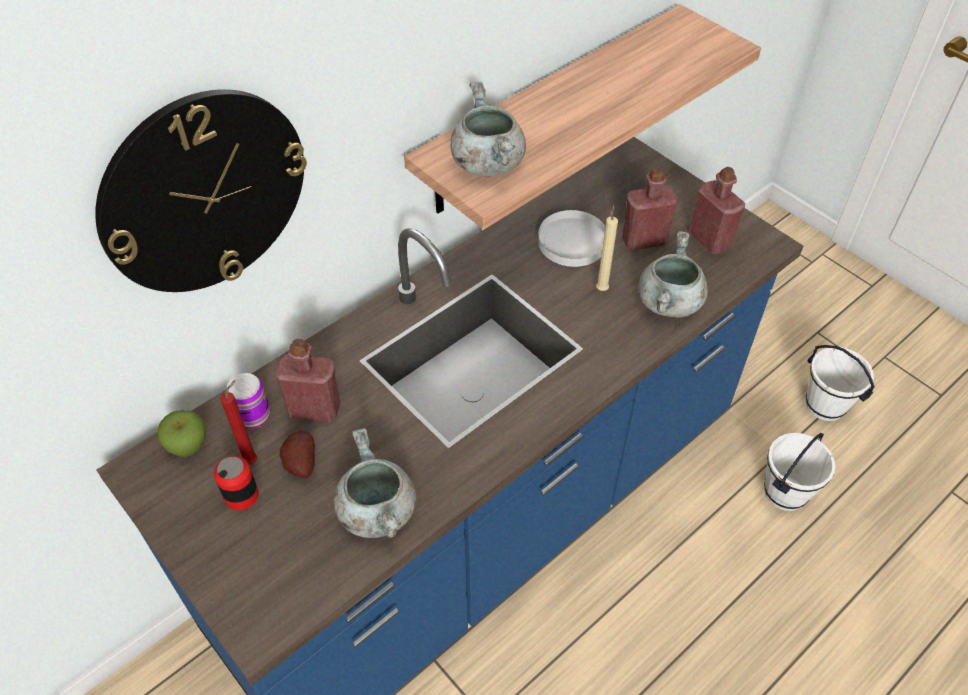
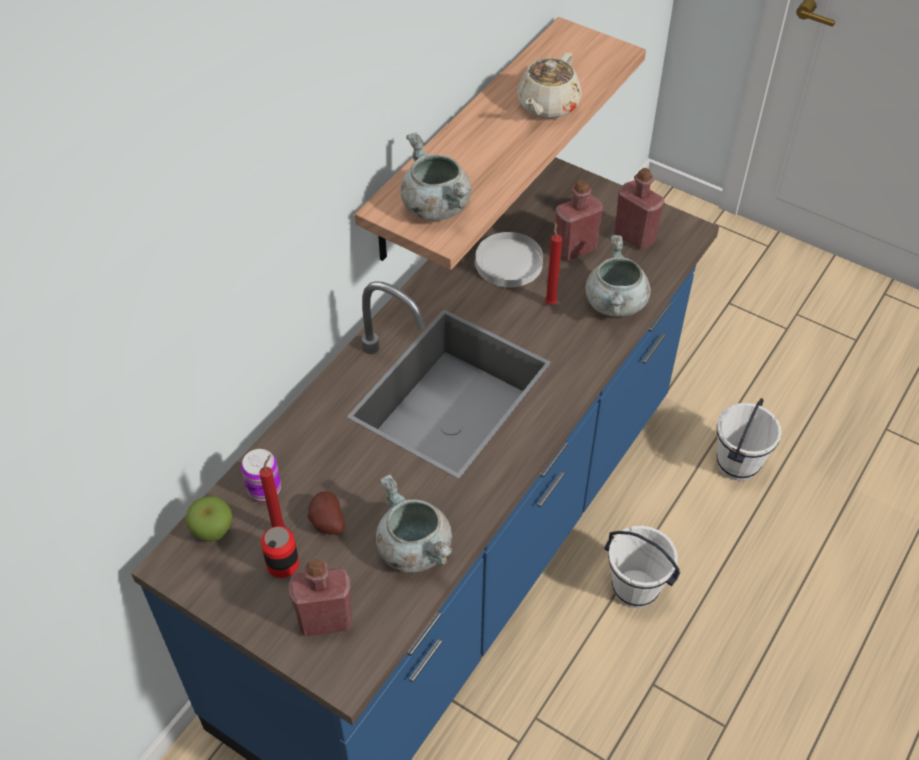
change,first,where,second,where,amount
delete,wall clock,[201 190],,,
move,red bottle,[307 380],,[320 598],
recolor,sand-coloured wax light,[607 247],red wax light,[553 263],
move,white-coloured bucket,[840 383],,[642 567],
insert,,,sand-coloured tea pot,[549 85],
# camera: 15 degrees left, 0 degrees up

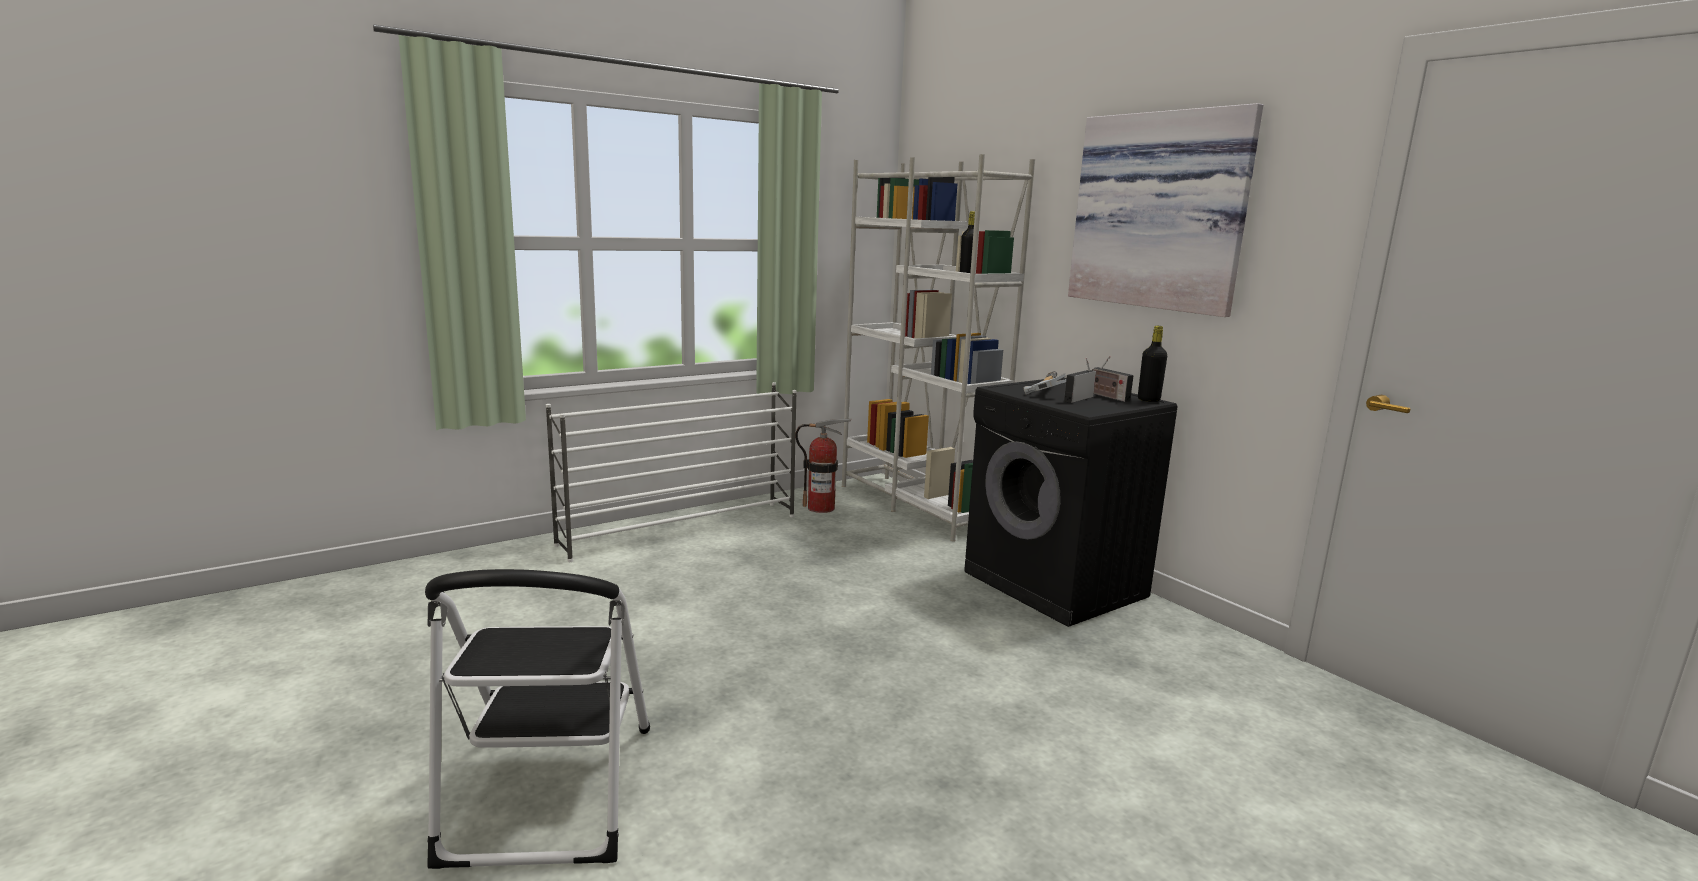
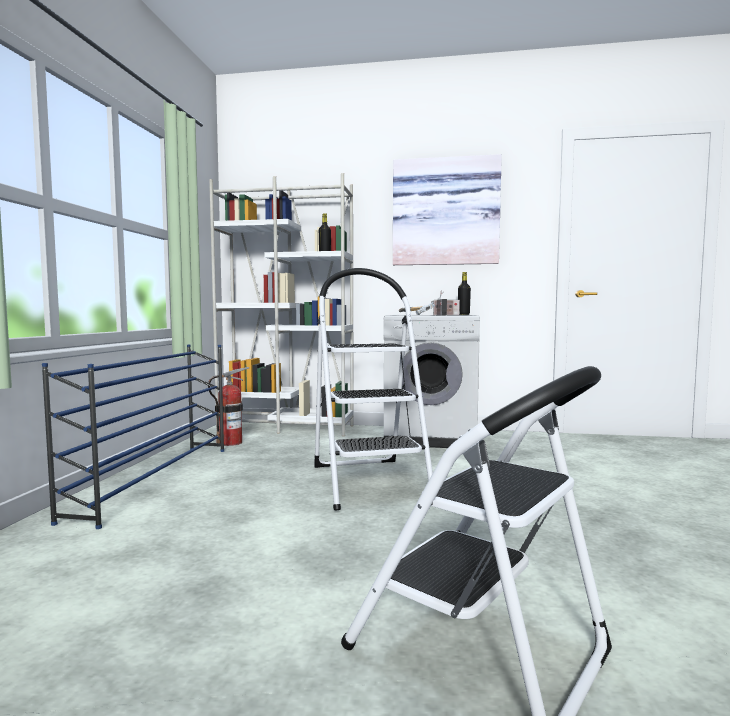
change,first,where,second,where,amount
recolor,white-coloured shoe shelf,[671 472],bluish shoe shelf,[133 436],
recolor,black-coloured laundry machine,[1070 502],white-coloured laundry machine,[432 381],
insert,,,step ladder,[373 389],
# camera: 45 degrees left, 10 degrees down

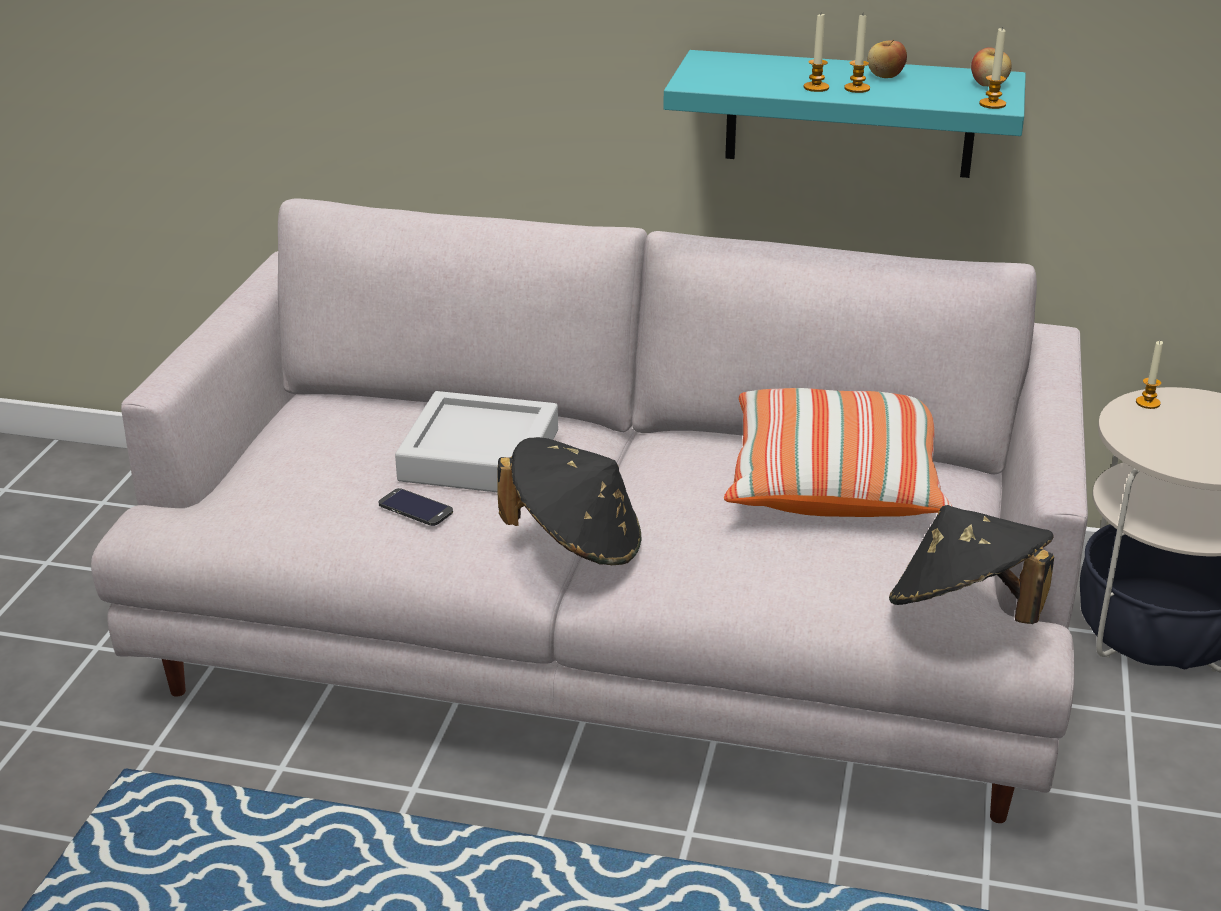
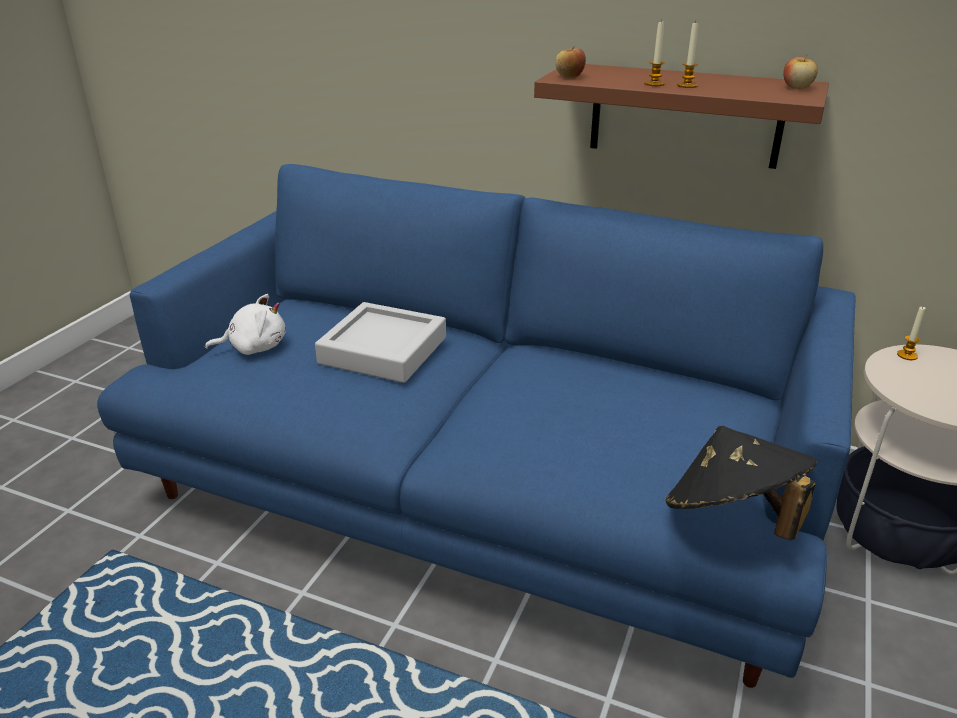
change,first,where,second,where,amount
recolor,white-coloured sofa,[589 510],bluish sofa,[476 426],
delete,telephone,[415 507],,,
delete,black-coloured wearable hat,[569 501],,,
recolor,blue-green bracket shelf,[844 114],brownish bracket shelf,[681 116],
delete,throw pillow,[838 452],,,
move,apple fruit,[887 59],,[570 62],
delete,wax light,[992 68],,,
insert,,,white-coloured plush toy,[245 324],
# camera: 10 degrees right, 0 degrees up

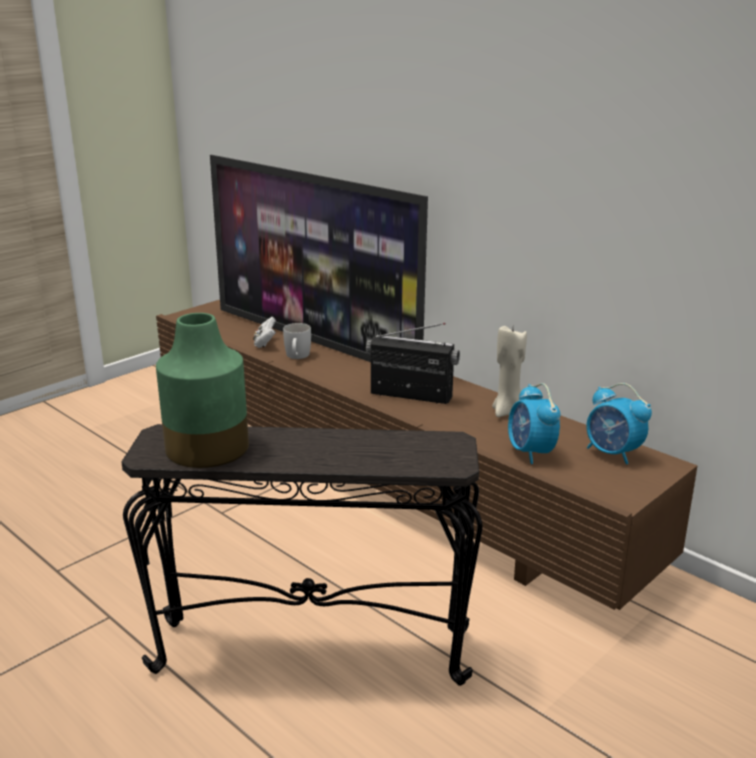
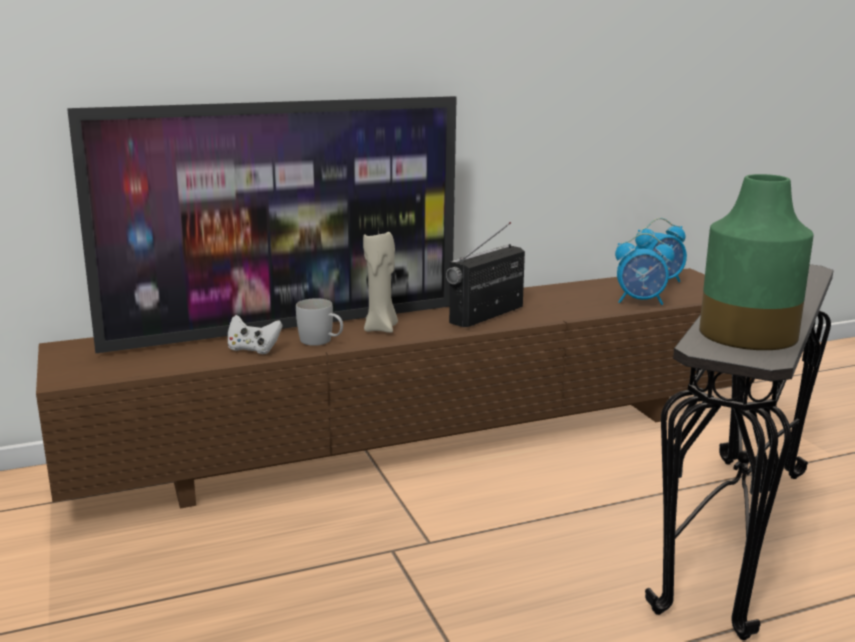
change,first,where,second,where,amount
move,sand-coloured wax light,[509 371],,[380 281],
# camera: 65 degrees left, 5 degrees down

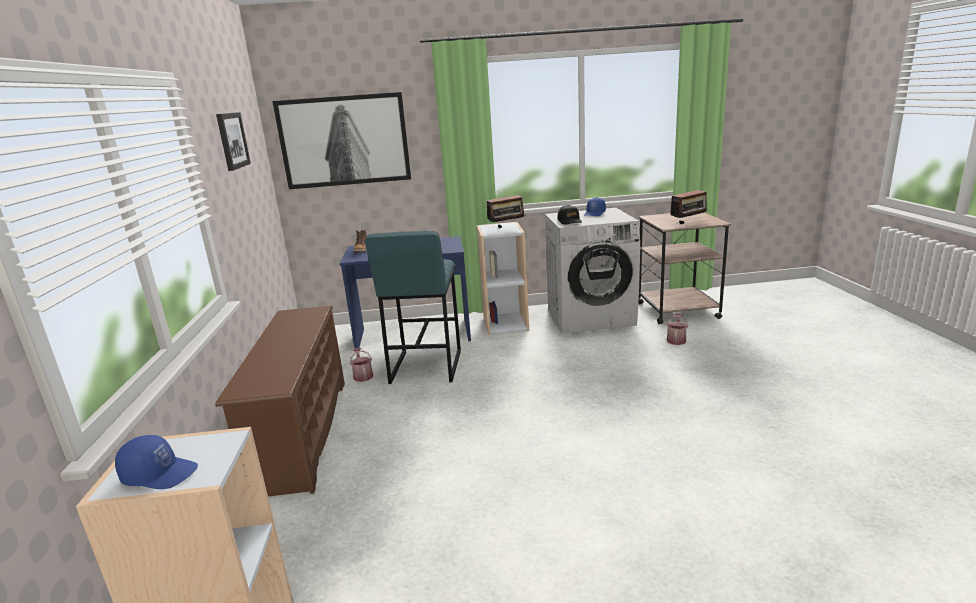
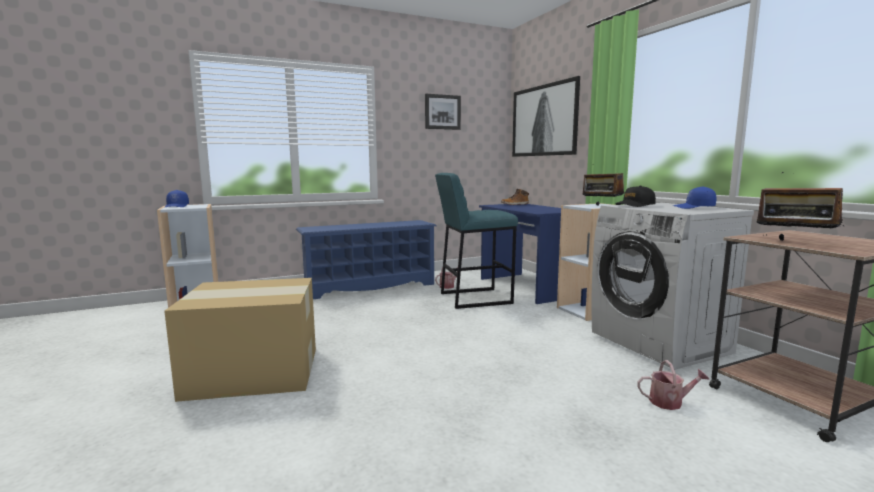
change,first,where,second,where,amount
recolor,brownish shoe shelf,[280 401],bluish shoe shelf,[366 259],
insert,,,packing box,[240 340],
# camera: 70 degrees right, 10 degrees down

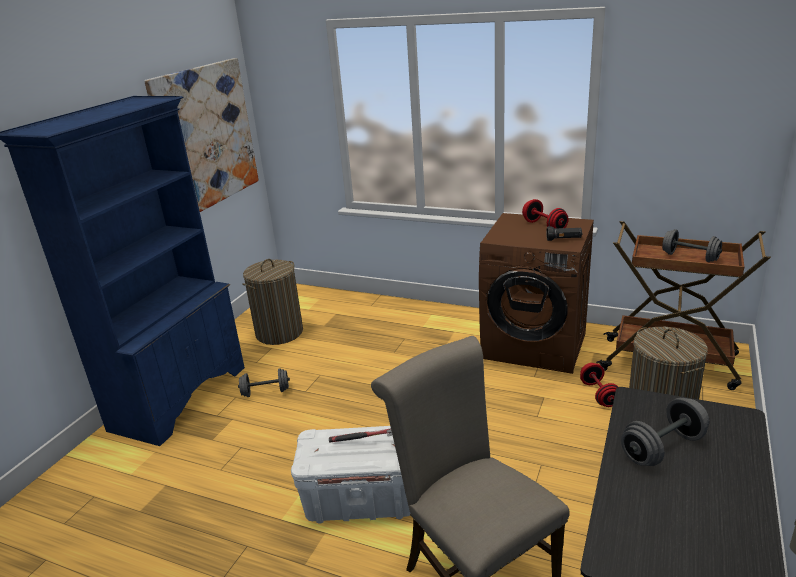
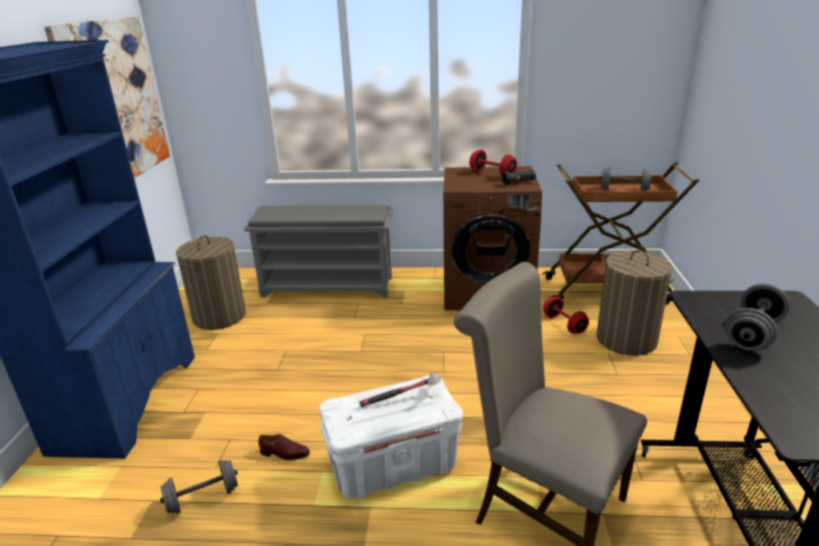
change,first,where,second,where,amount
move,greyish dumbbell,[264 382],,[199 486],
insert,,,greyish shoe shelf,[318 251],
insert,,,brownish item of footwear,[284 447],
# camera: 20 degrees left, 0 degrees up

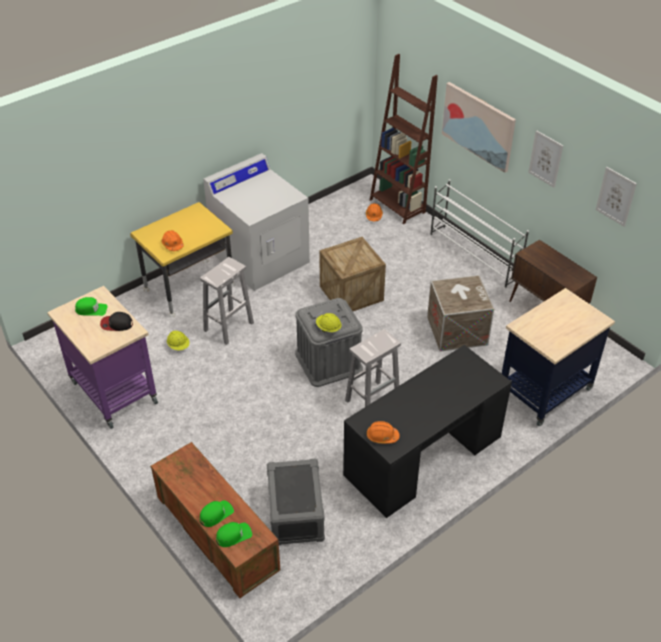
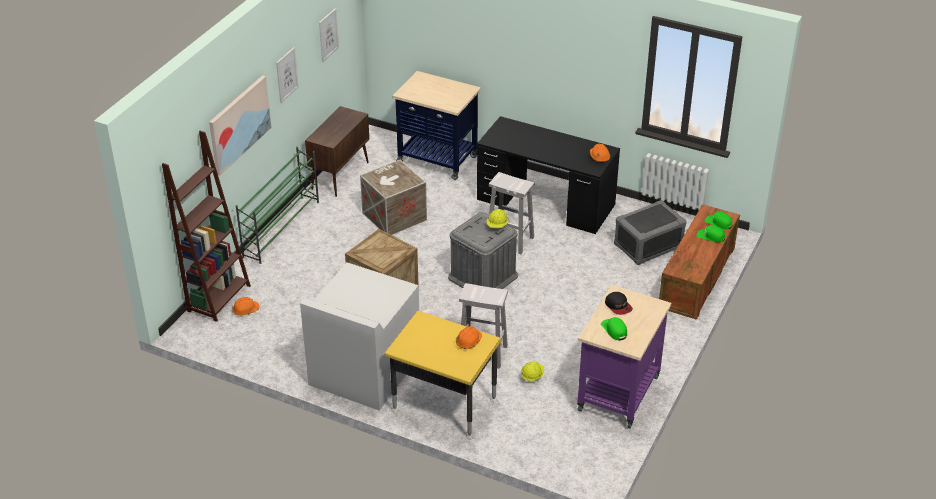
change,first,where,second,where,amount
recolor,white-coloured shoe shelf,[479 234],greenish shoe shelf,[277 205],
# camera: 115 degrees left, 5 degrees down

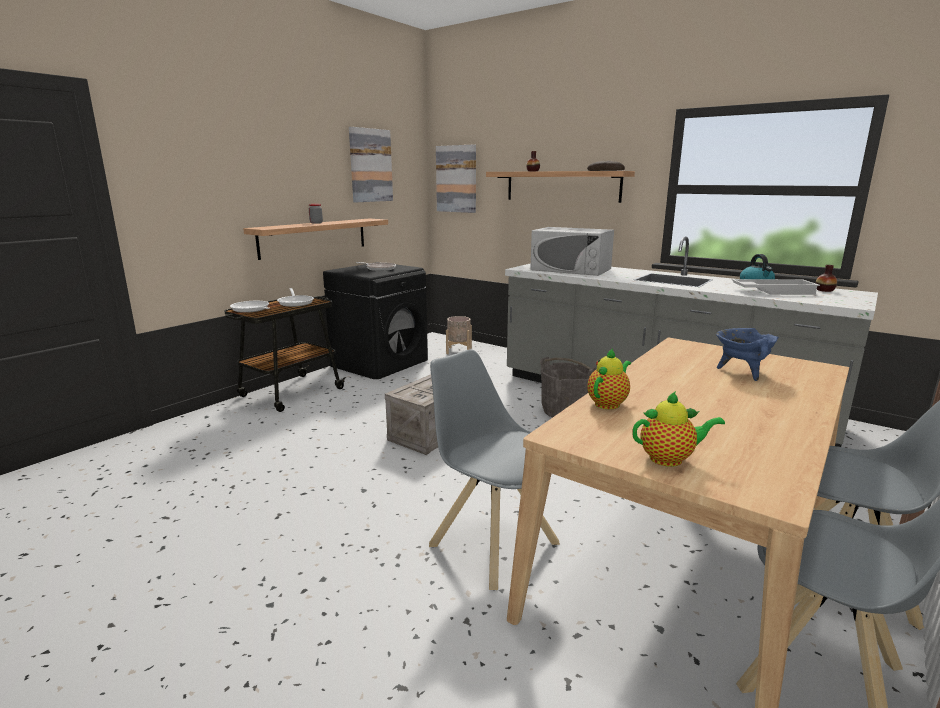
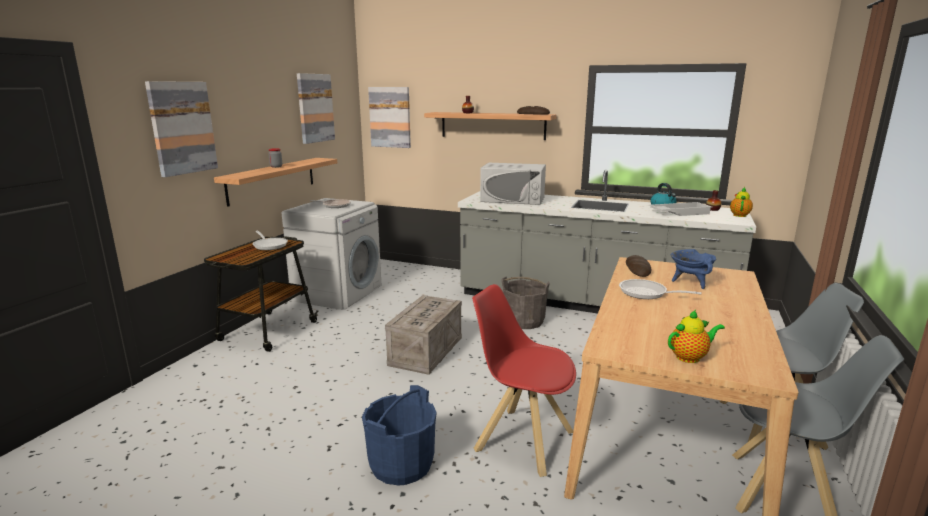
change,first,where,second,where,amount
move,frying pan,[250 307],,[660 289],
recolor,black-coloured laundry machine,[375 320],white-coloured laundry machine,[331 254],
recolor,greyish chair,[494 470],red chair,[524 380],
delete,sand-coloured plant pot,[459 335],,,
move,tea pot,[609 378],,[741 202],
insert,,,wall art,[181 129],
insert,,,bluish bucket,[399 435],
insert,,,bread,[638 266],
# camera: 15 degrees left, 0 degrees up

